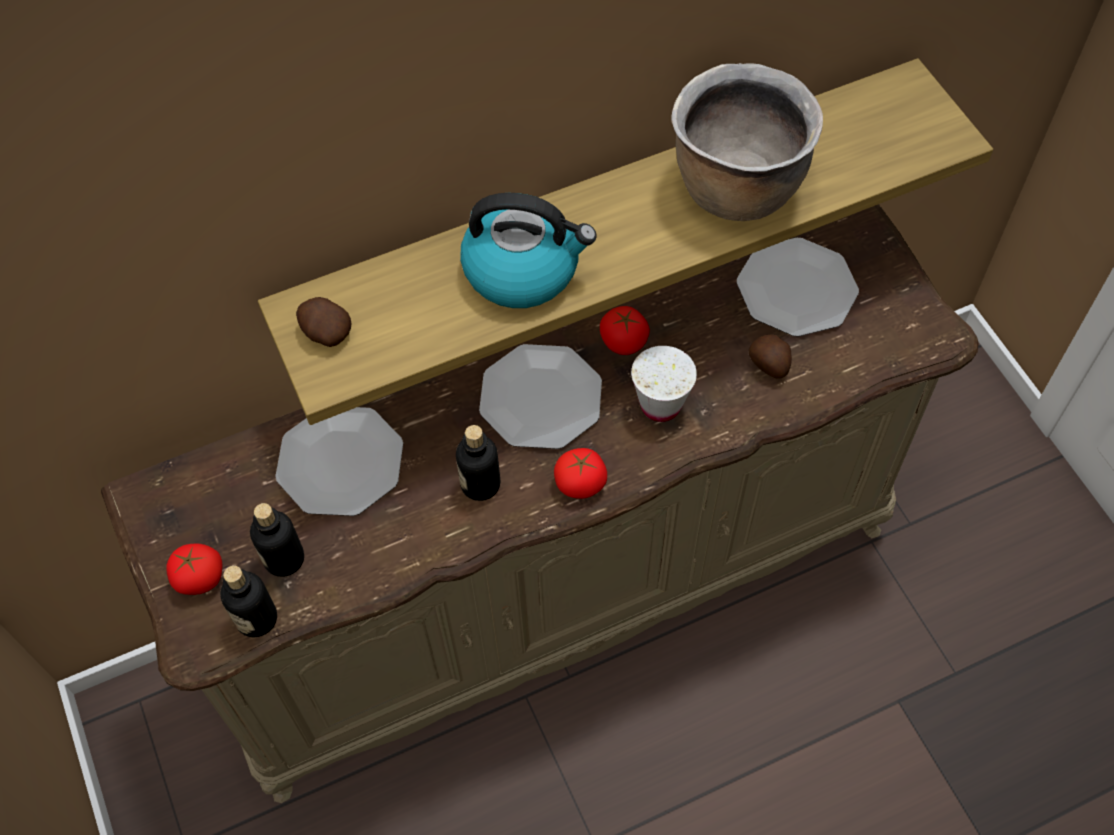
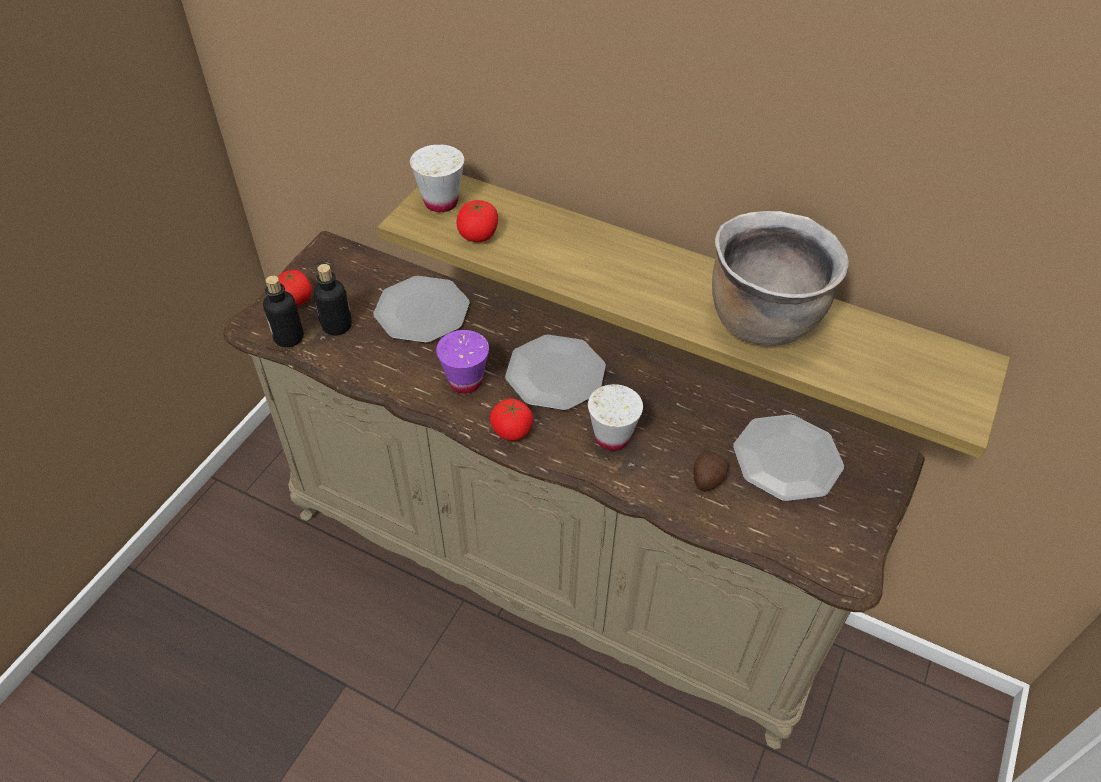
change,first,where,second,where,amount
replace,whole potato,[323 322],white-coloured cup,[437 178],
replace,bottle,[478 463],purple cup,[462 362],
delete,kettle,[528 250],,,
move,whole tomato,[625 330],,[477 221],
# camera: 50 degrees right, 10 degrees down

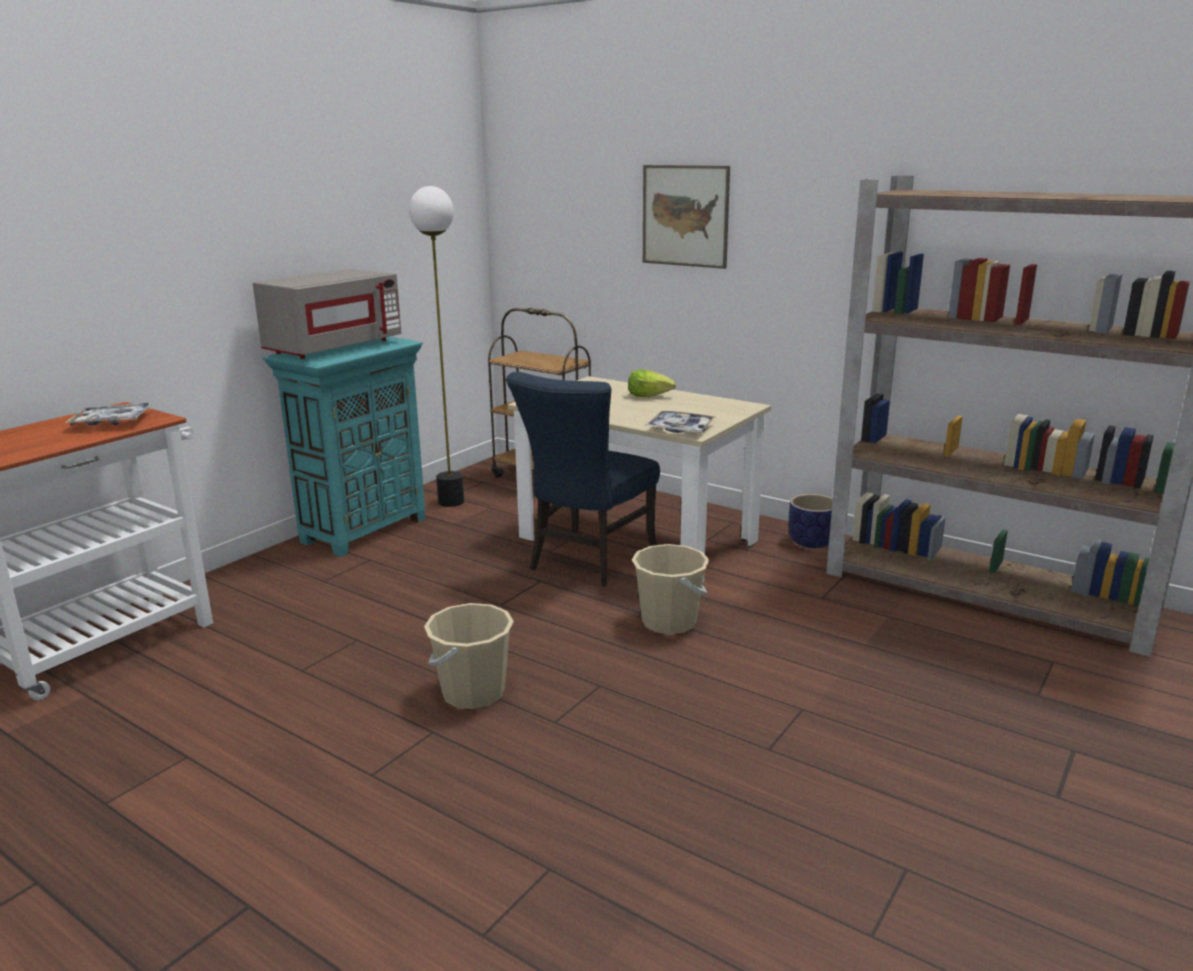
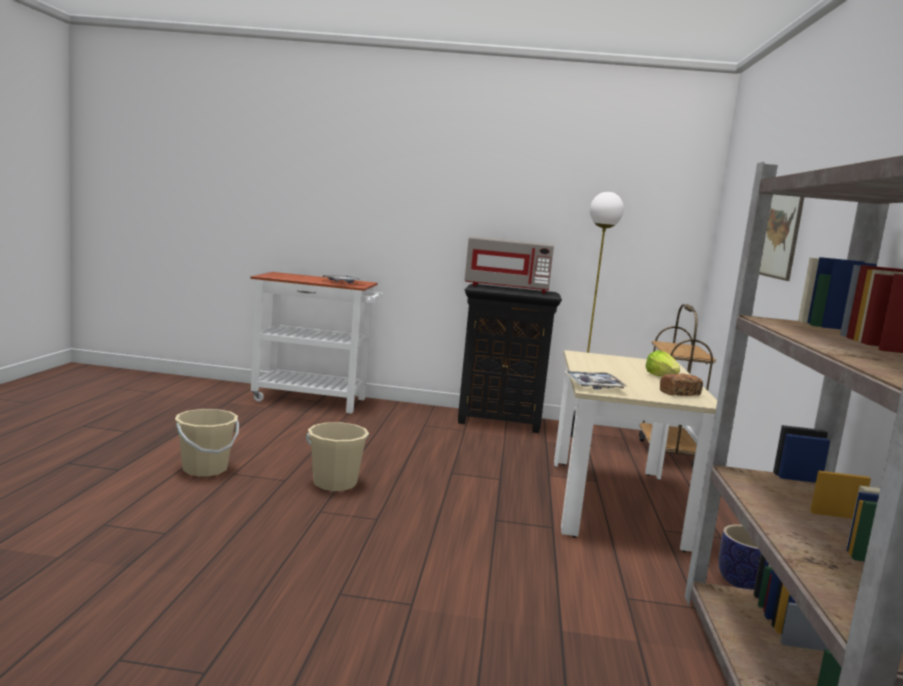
change,first,where,second,where,amount
recolor,blue-green cabinet,[344 447],black-coloured cabinet,[510 358],
delete,bluish chair,[583 479],,,
move,sand-coloured bucket,[670 589],,[207 442],
insert,,,bread,[681 384],
# camera: 60 degrees right, 10 degrees down

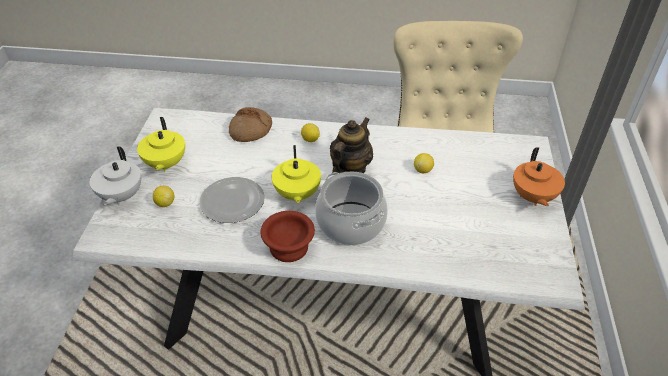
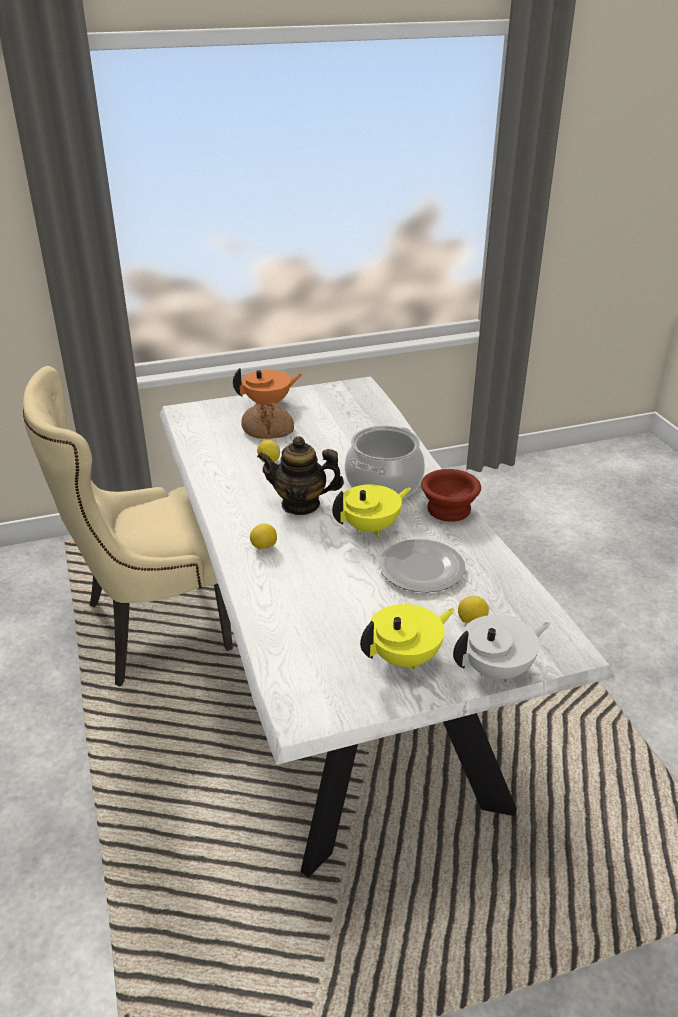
change,first,where,second,where,amount
move,bread,[250 124],,[267 420],
# camera: 115 degrees left, 10 degrees down

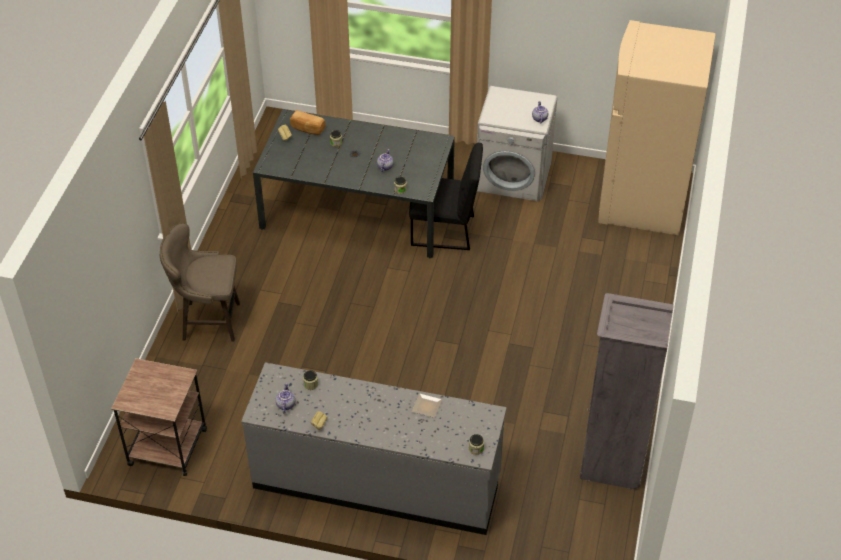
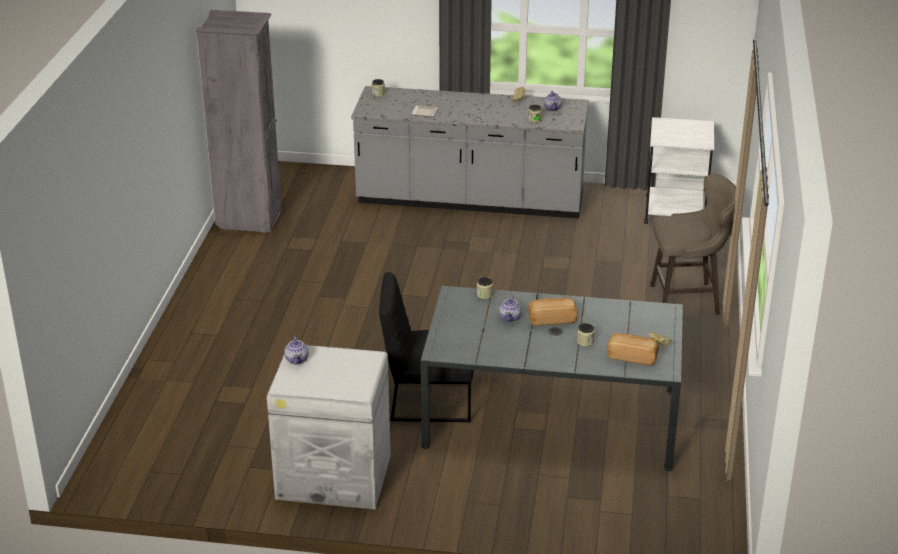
change,first,where,second,where,amount
recolor,brownish trolley,[159 417],white-coloured trolley,[679 170],
delete,sand-coloured kitchen fridge,[657 127],,,
insert,,,bread,[553 311],
# camera: 175 degrees right, 15 degrees down

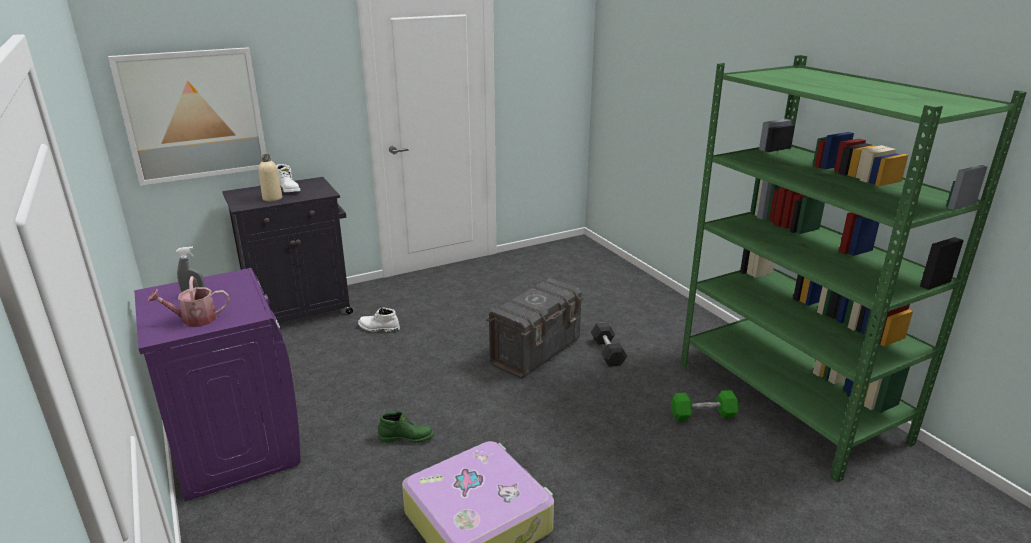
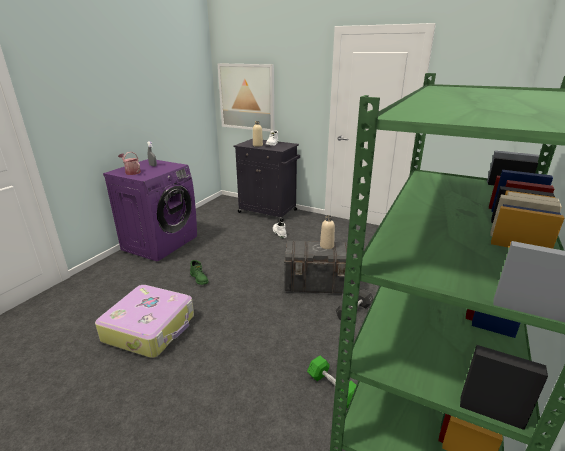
change,first,where,second,where,amount
insert,,,sand-coloured bottle,[327 232],
# camera: 55 degrees right, 0 degrees up

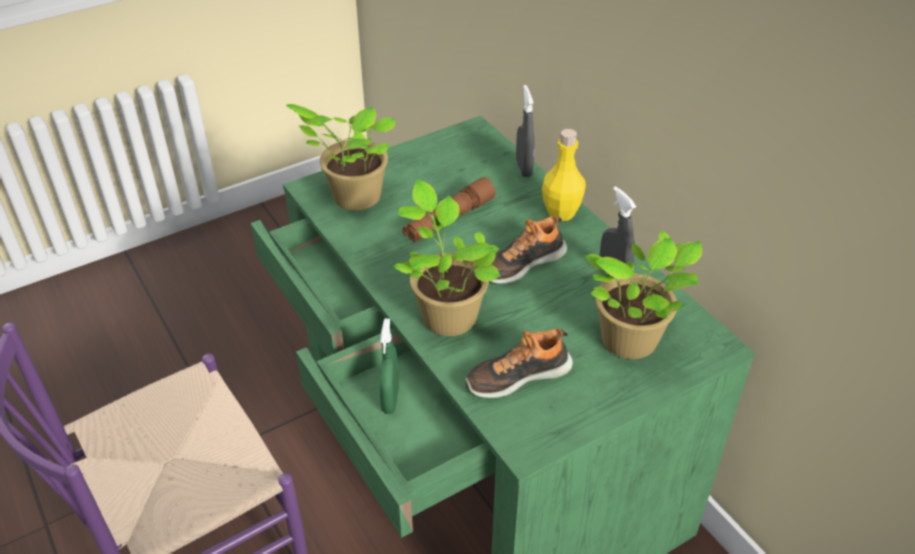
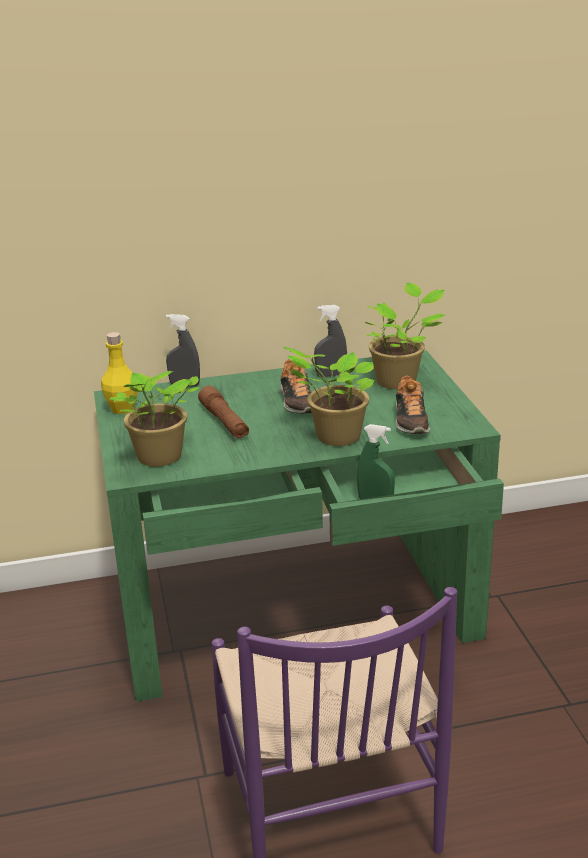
change,first,where,second,where,amount
move,yellow bottle,[564 175],,[119 373],
# camera: 70 degrees left, 15 degrees down

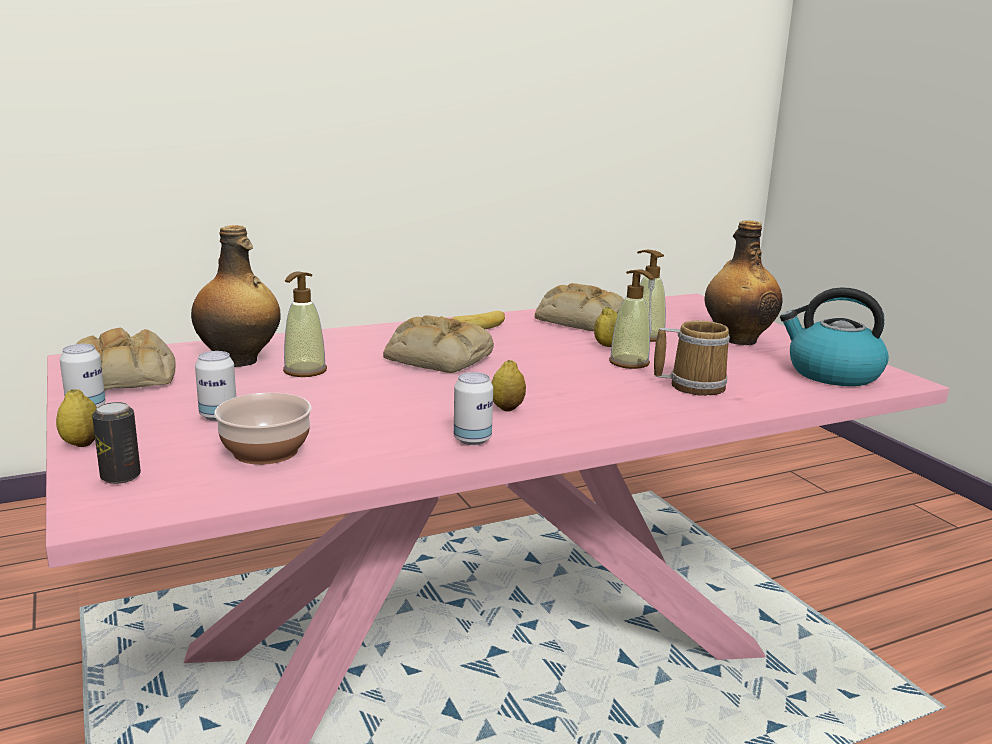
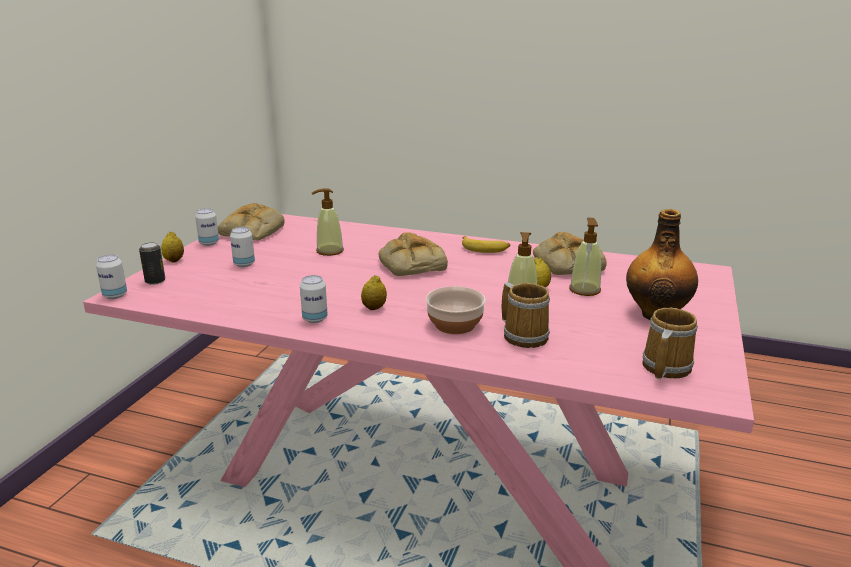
change,first,where,second,where,amount
delete,bottle,[236 296],,,
move,bowl,[263 429],,[456 310],
replace,kettle,[834 336],tea mug,[670 343],
insert,,,sealed can,[111 276],
# camera: 45 degrees right, 5 degrees up

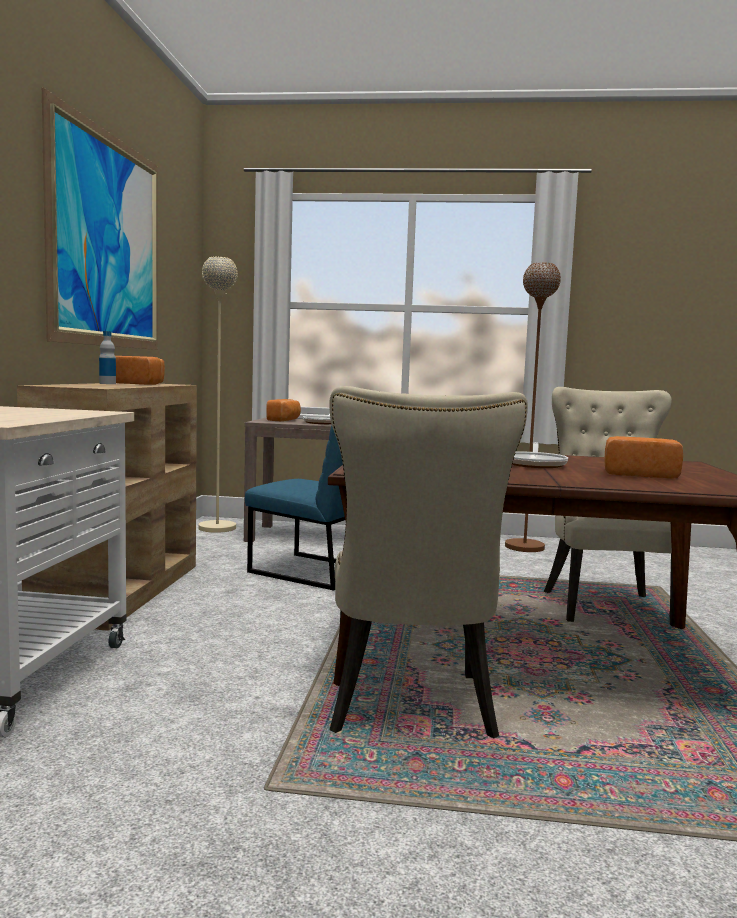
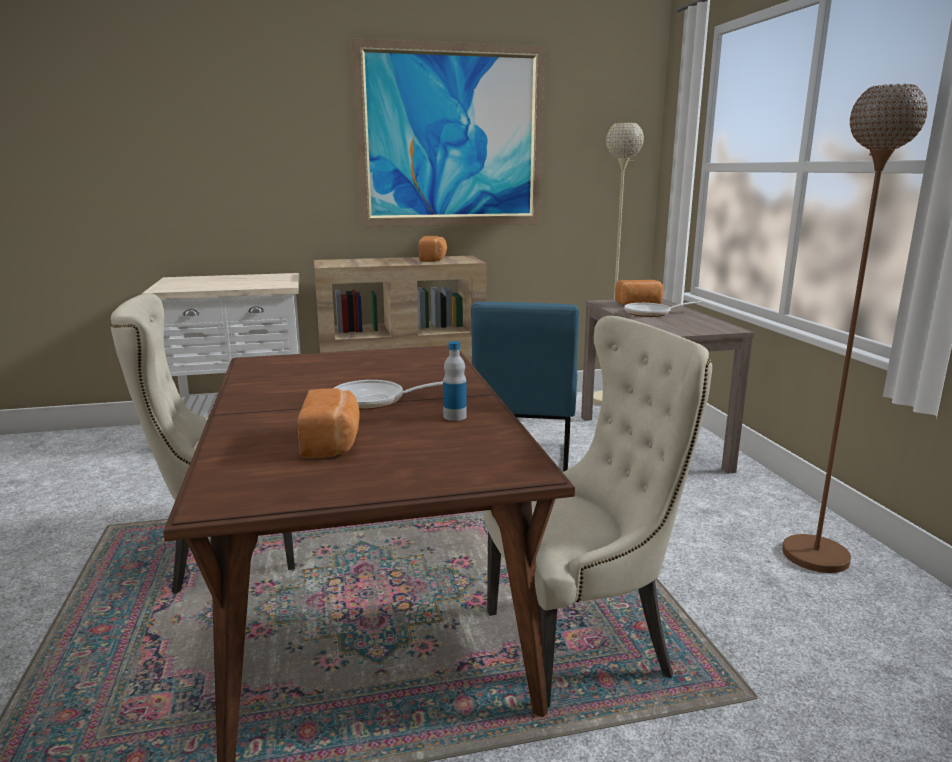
change,first,where,second,where,amount
move,bottle,[107 357],,[455 381],
# camera: 70 degrees right, 10 degrees up

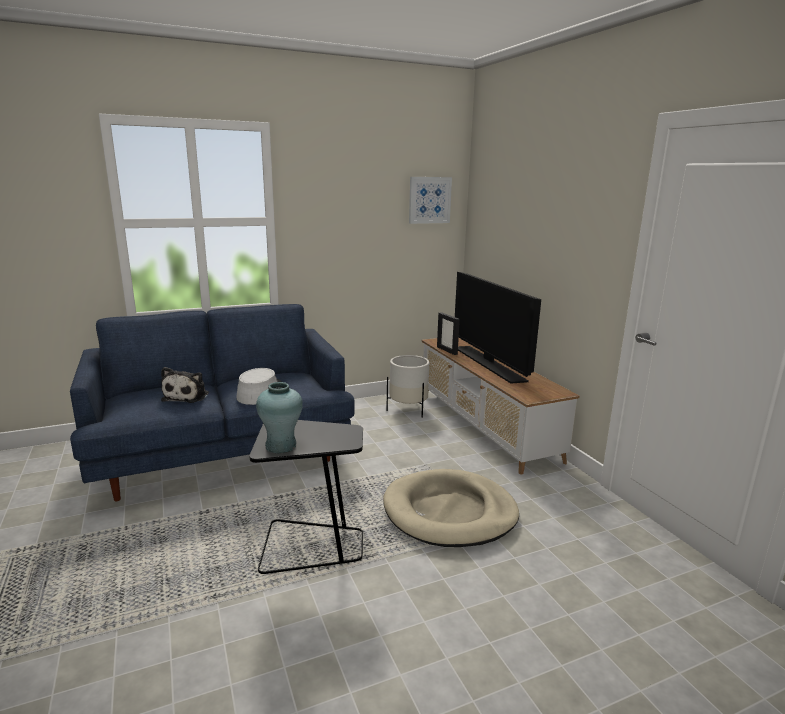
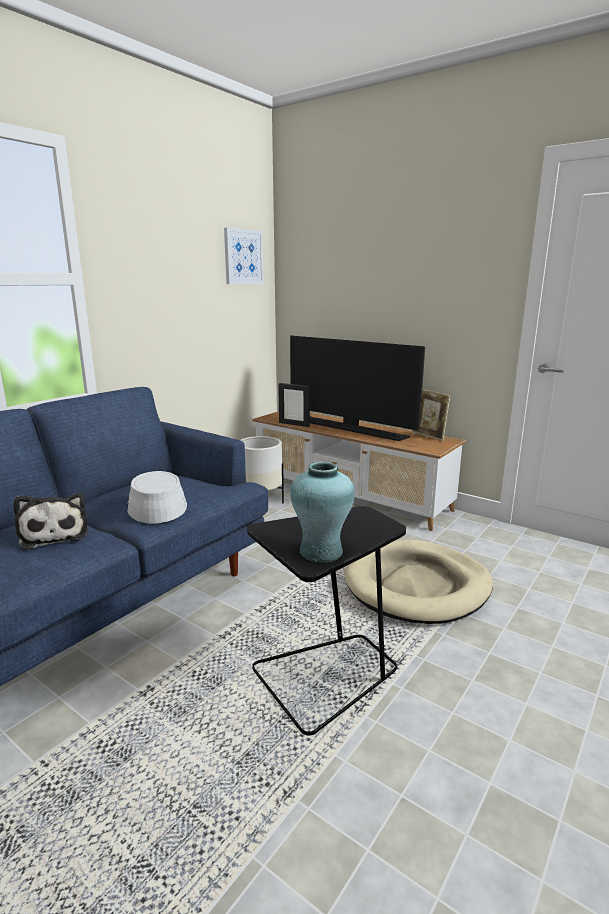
change,first,where,second,where,amount
insert,,,picture frame,[431 415],
# camera: 30 degrees left, 0 degrees up

